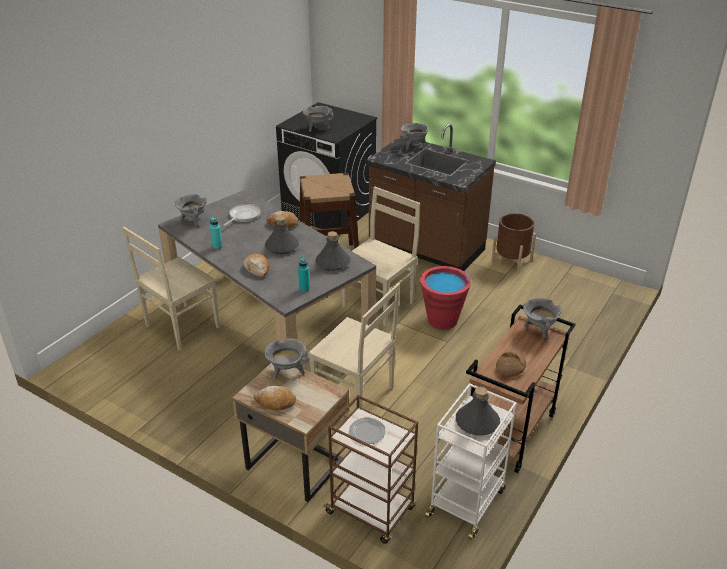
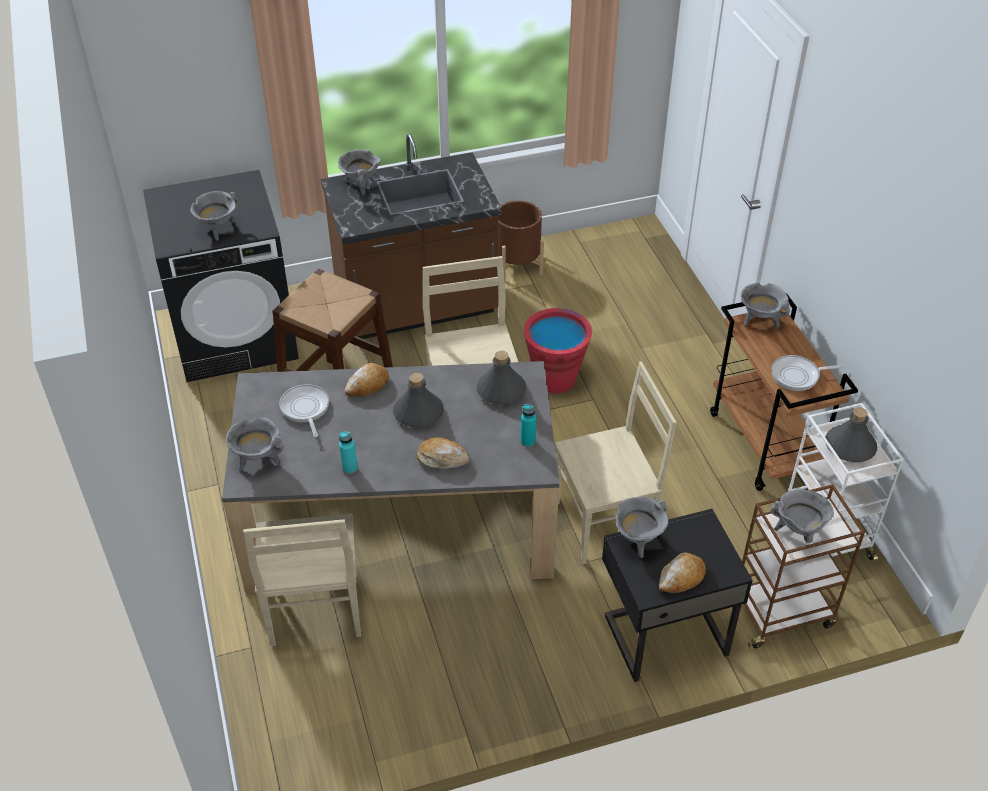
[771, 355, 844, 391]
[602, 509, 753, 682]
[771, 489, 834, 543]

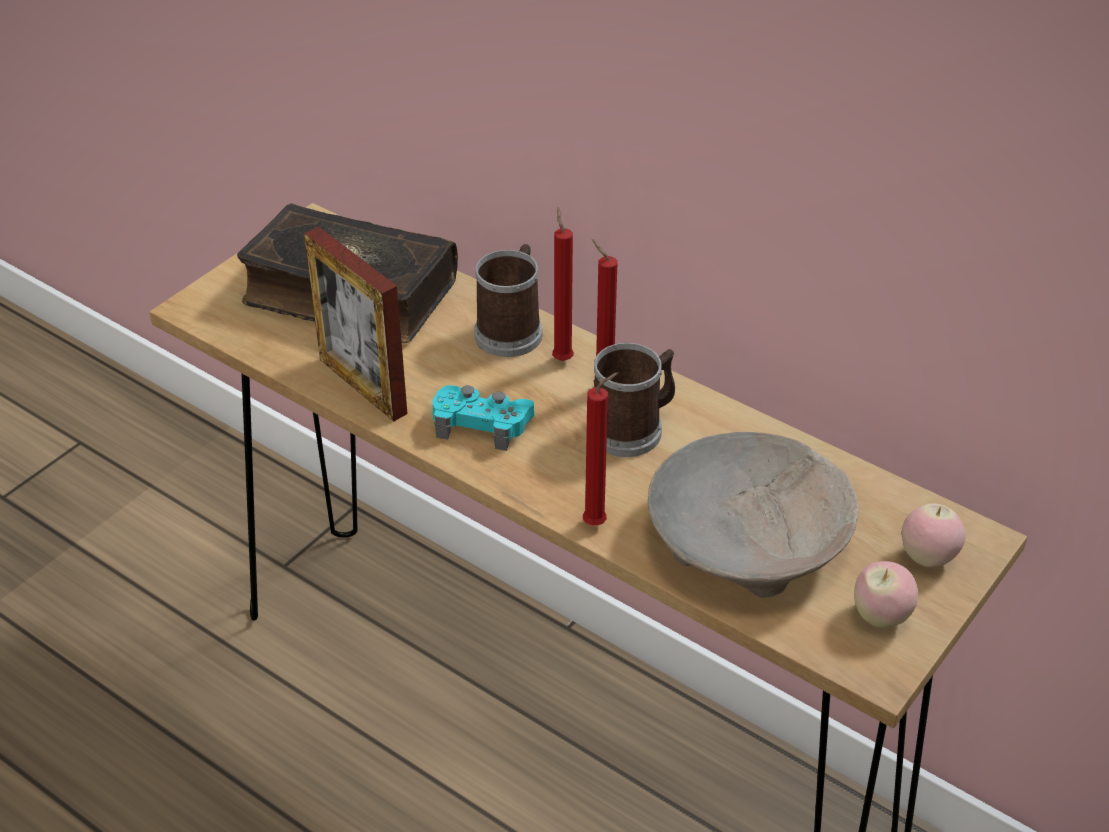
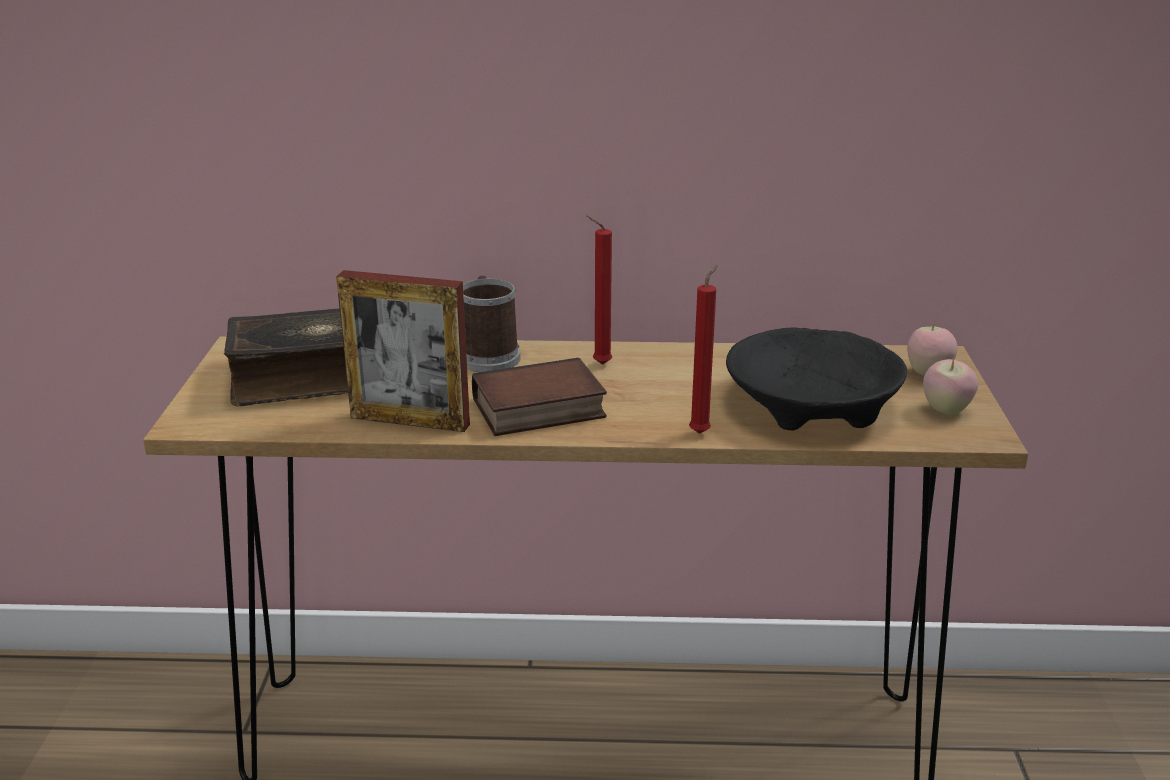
[552, 207, 574, 361] (first image)
[594, 343, 675, 457] (first image)
[472, 358, 607, 436]
[726, 327, 907, 430]

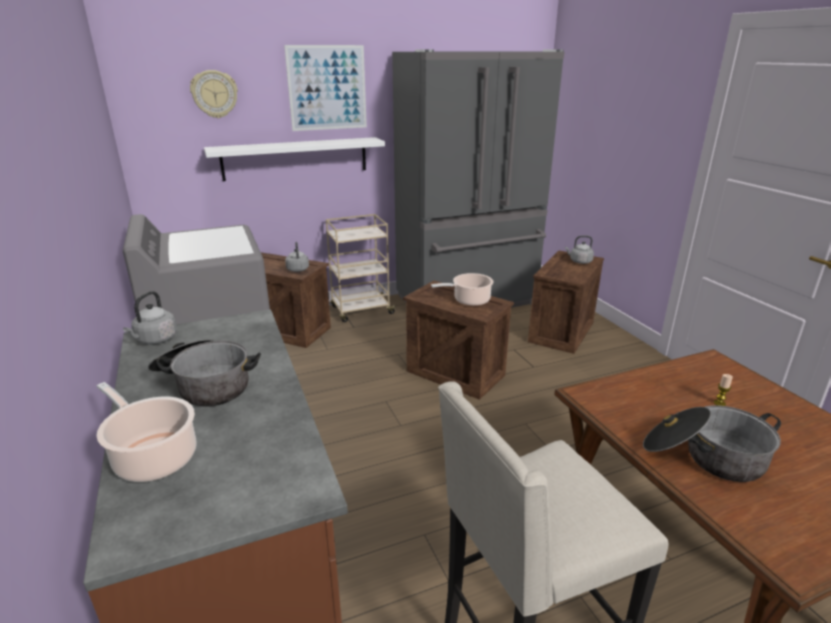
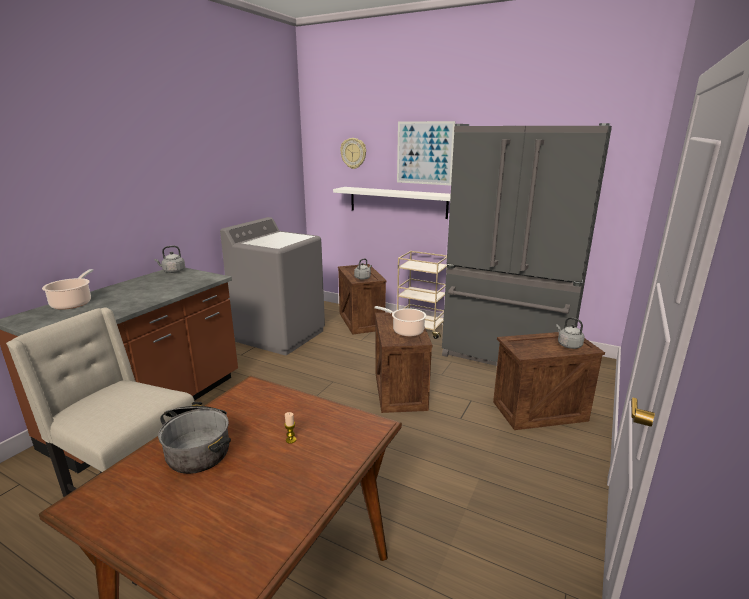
[148, 339, 261, 407] (first image)

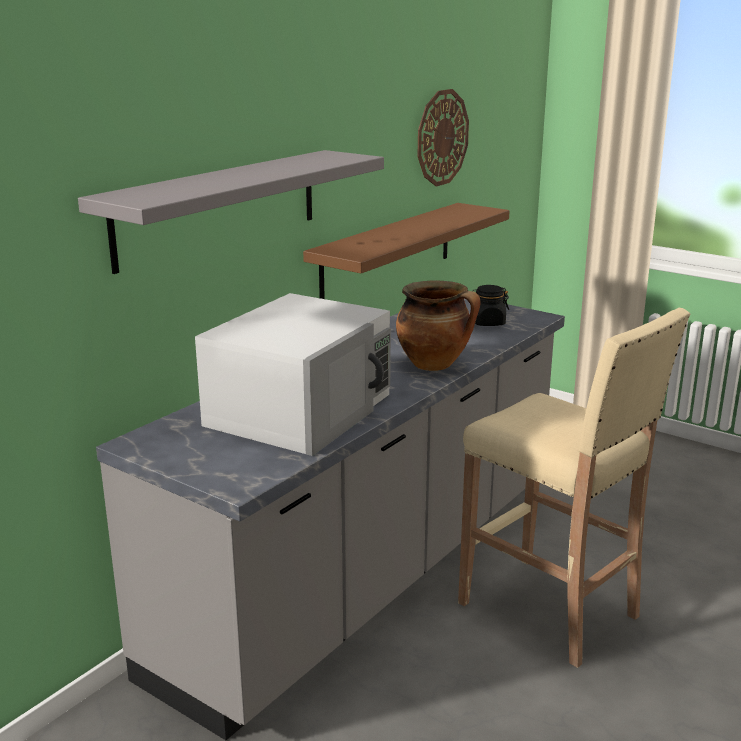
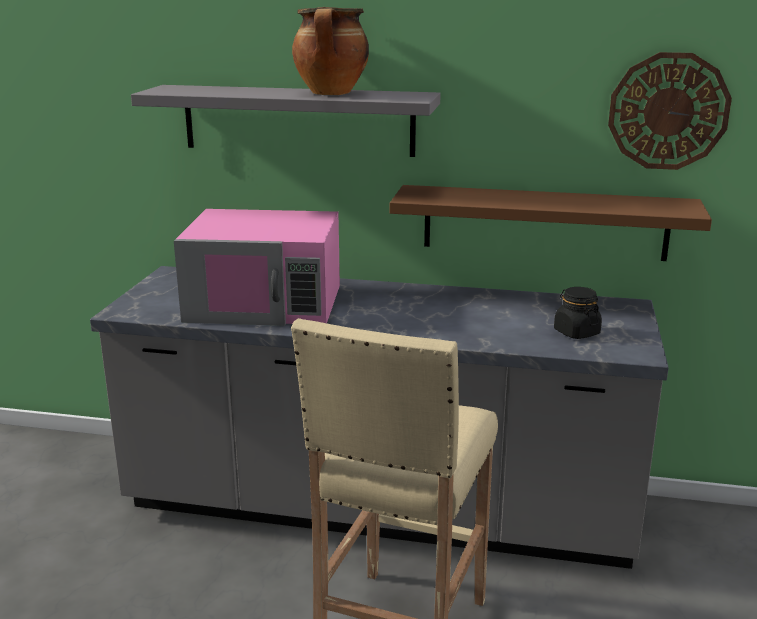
[292, 7, 369, 95]
[174, 209, 340, 326]

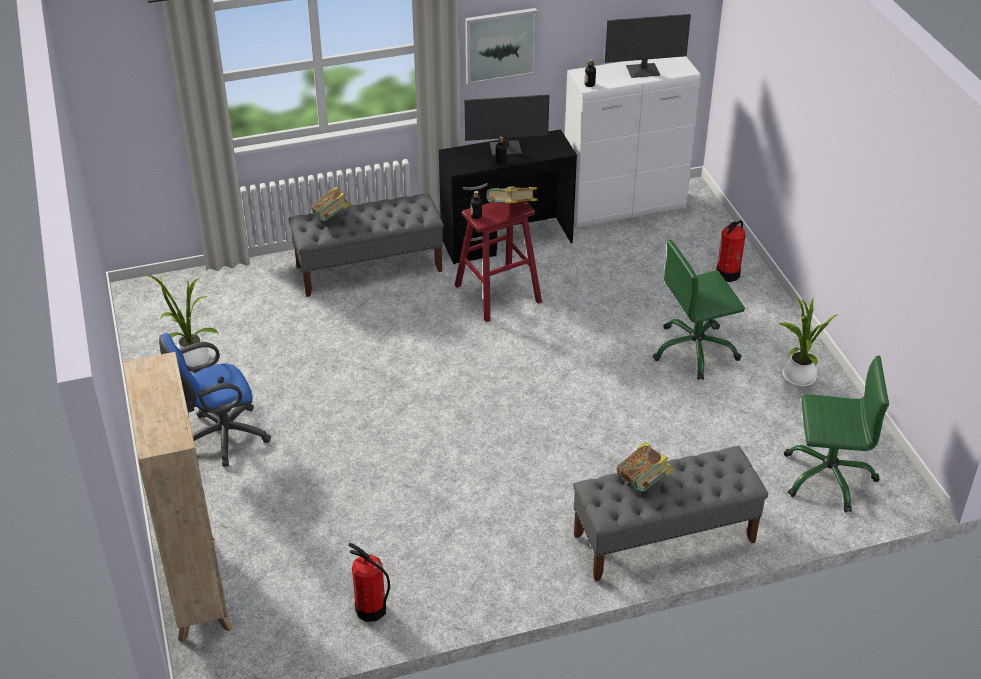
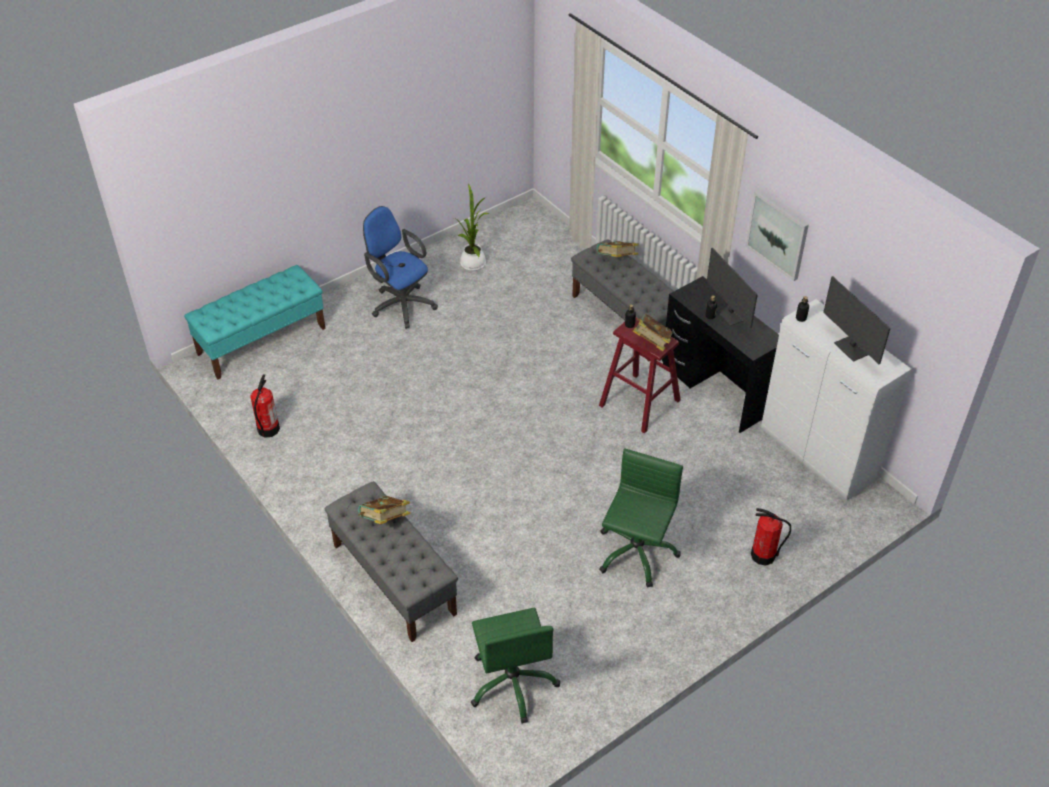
[599, 449, 683, 588]
[779, 295, 839, 387] (first image)
[184, 265, 326, 379]

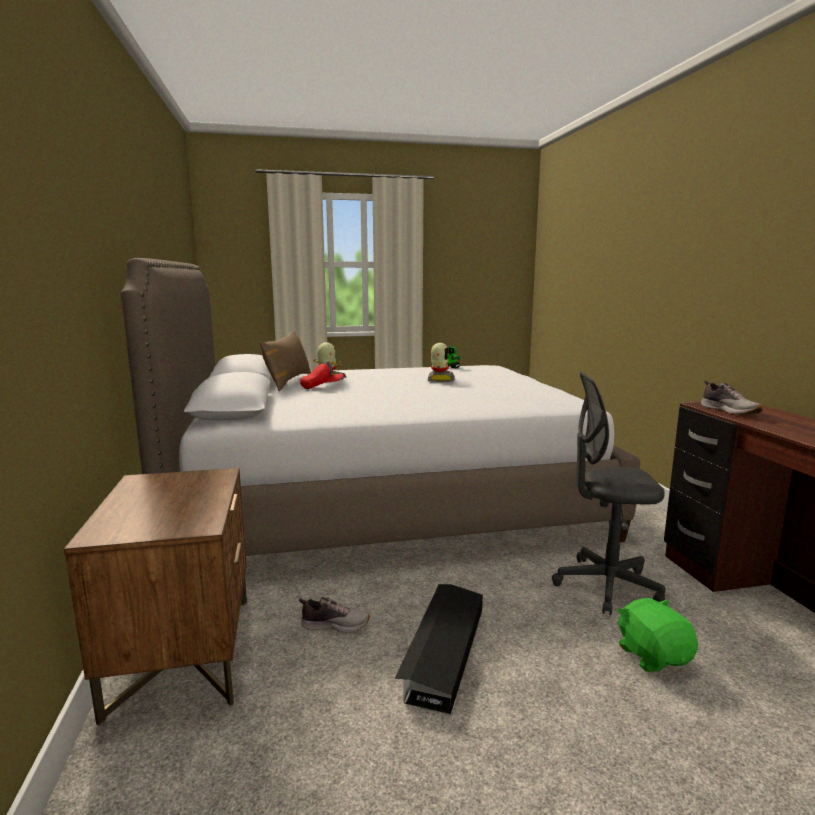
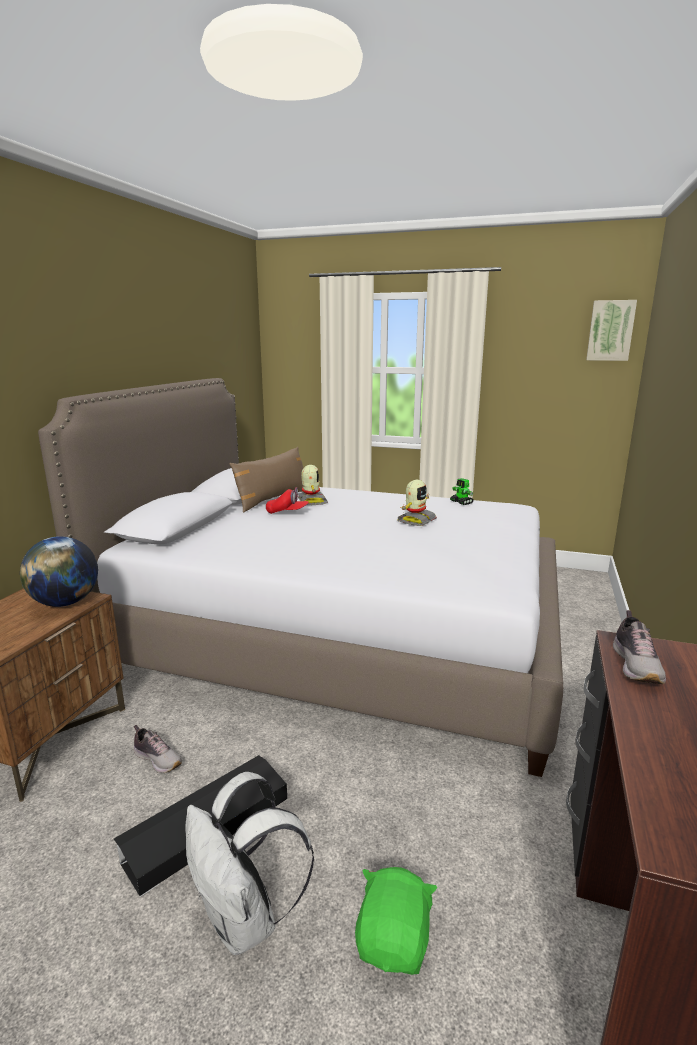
[552, 371, 665, 615] (first image)
[586, 300, 637, 361]
[20, 536, 98, 607]
[185, 772, 314, 955]

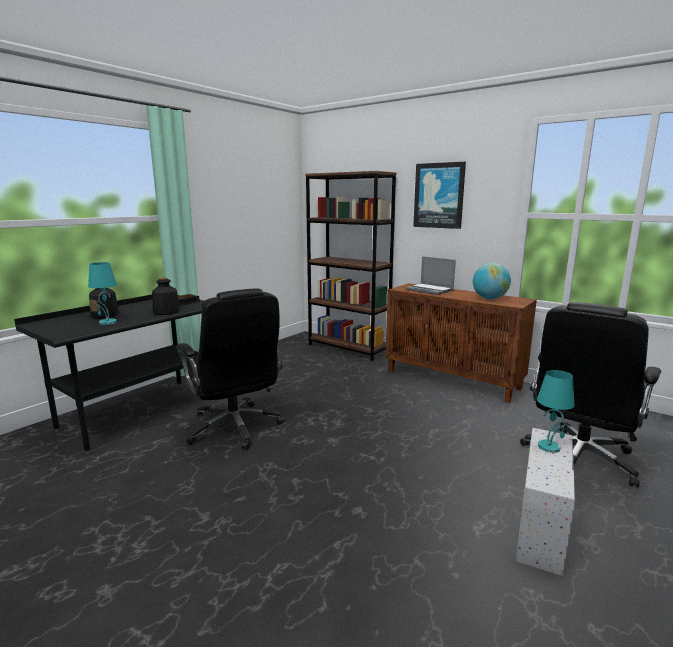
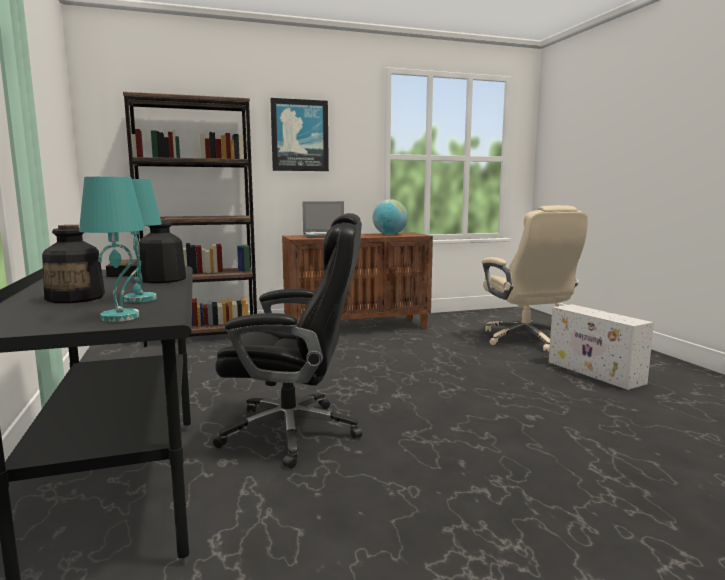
[482, 205, 588, 352]
[79, 177, 145, 322]

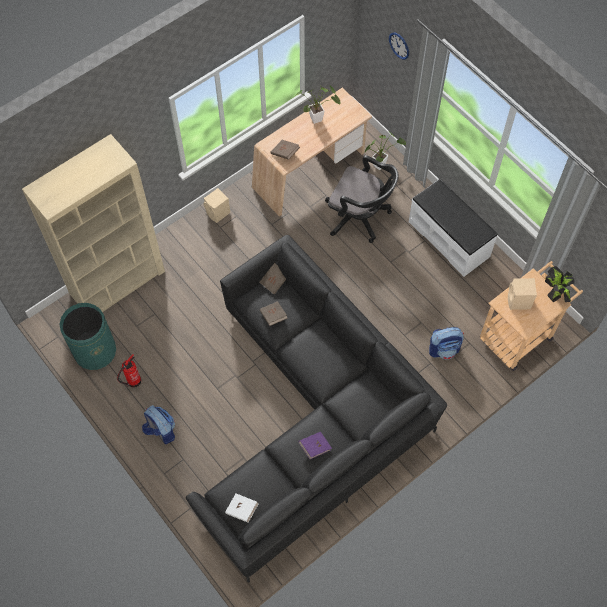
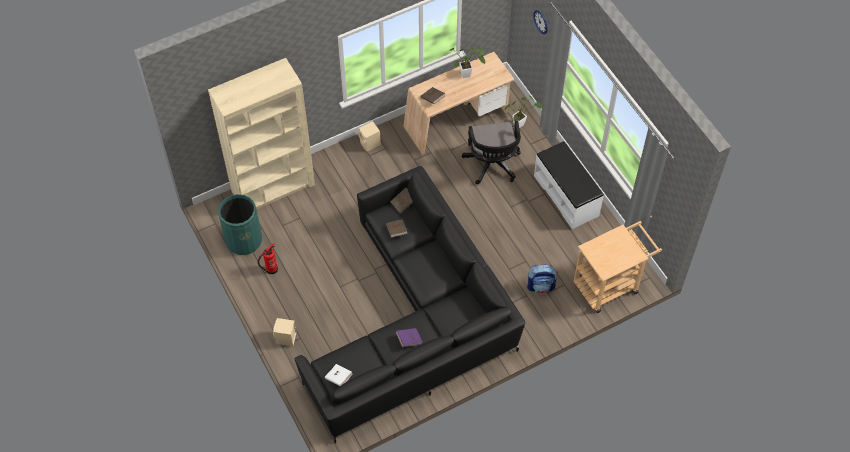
[462, 121, 521, 184]
[545, 266, 575, 303] (first image)
[273, 318, 297, 346]
[142, 405, 175, 444] (first image)

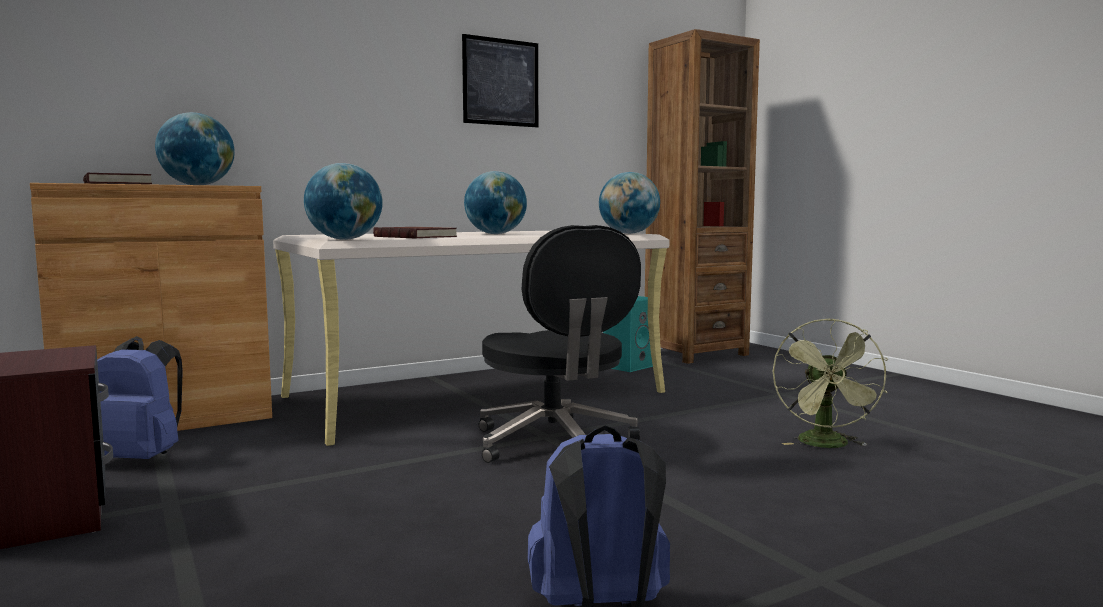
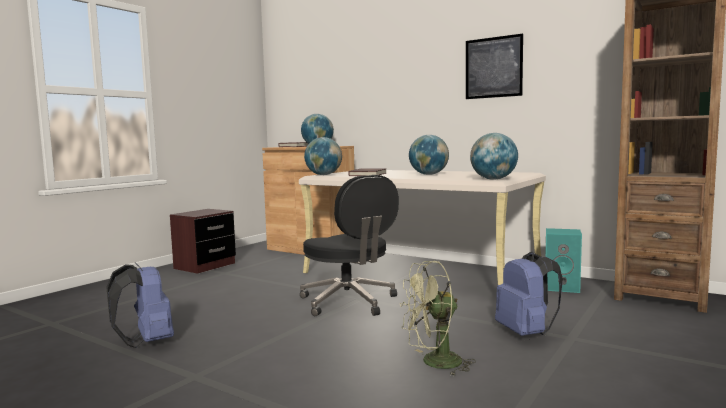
[300, 175, 399, 316]
[495, 251, 563, 336]

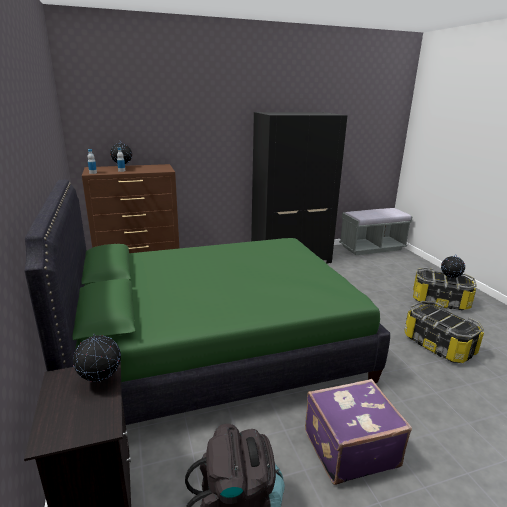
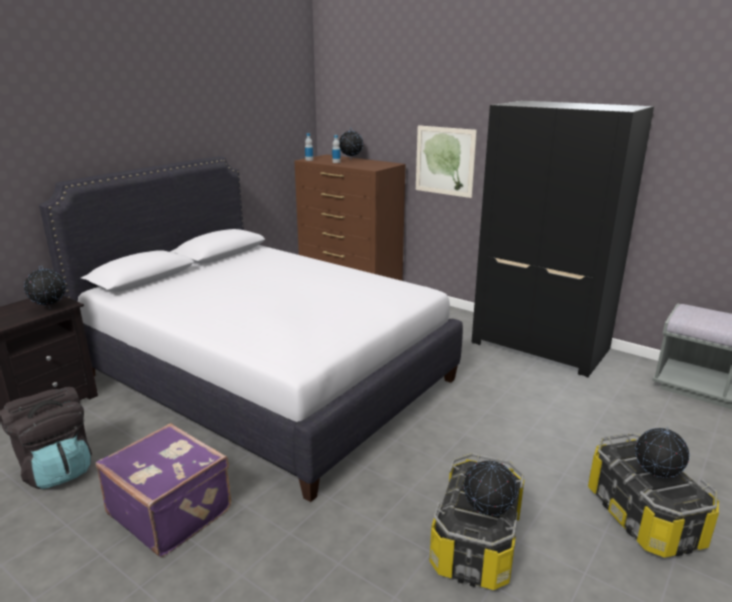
[39, 156, 463, 502]
[416, 125, 477, 198]
[464, 460, 517, 516]

